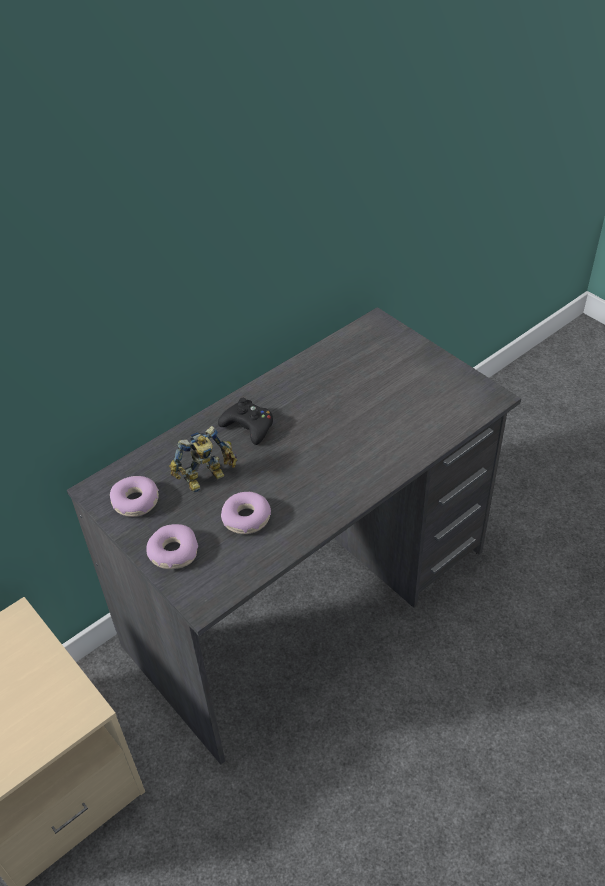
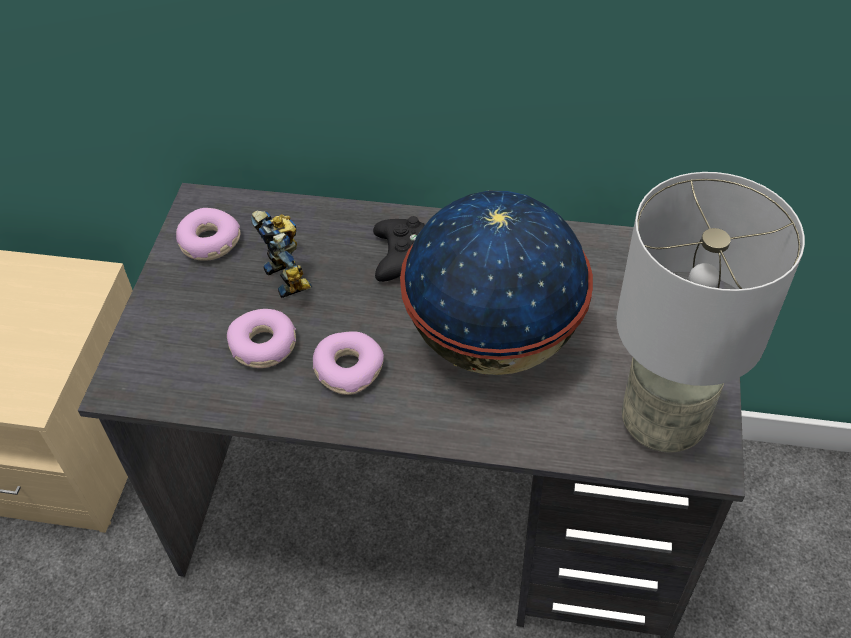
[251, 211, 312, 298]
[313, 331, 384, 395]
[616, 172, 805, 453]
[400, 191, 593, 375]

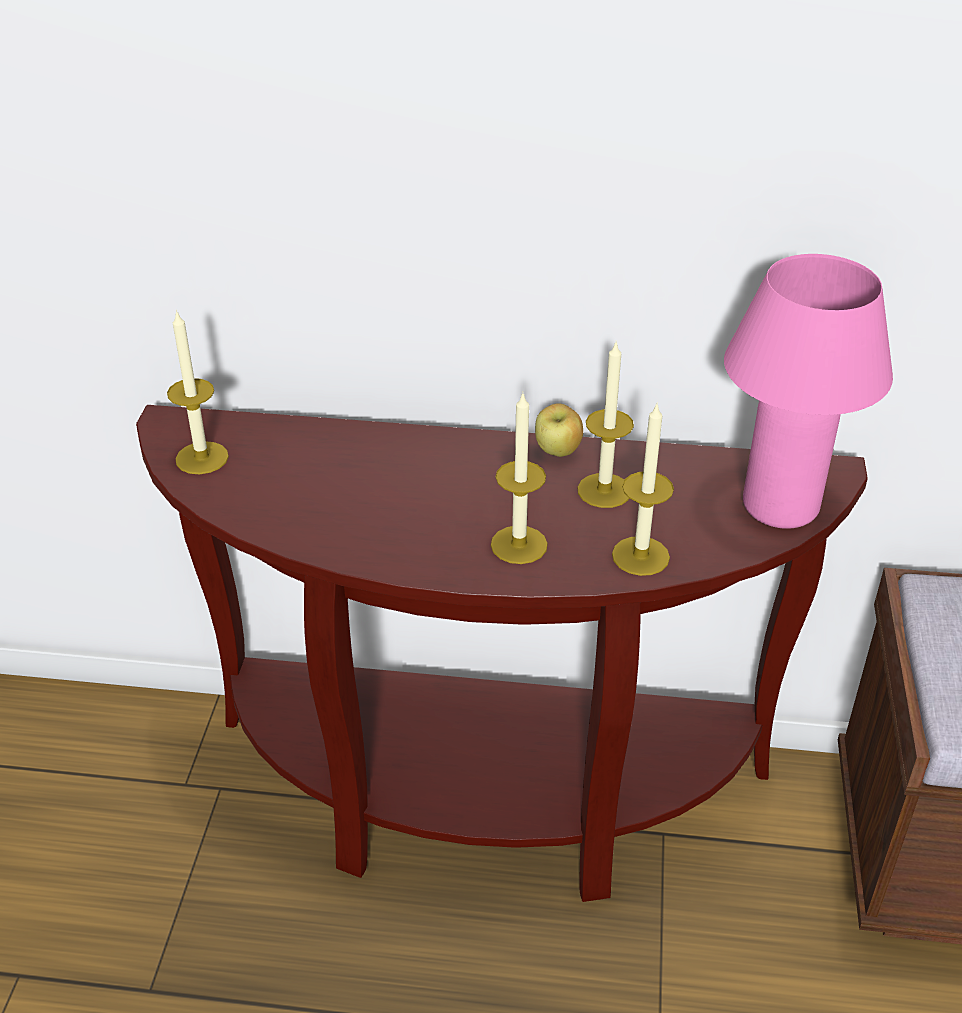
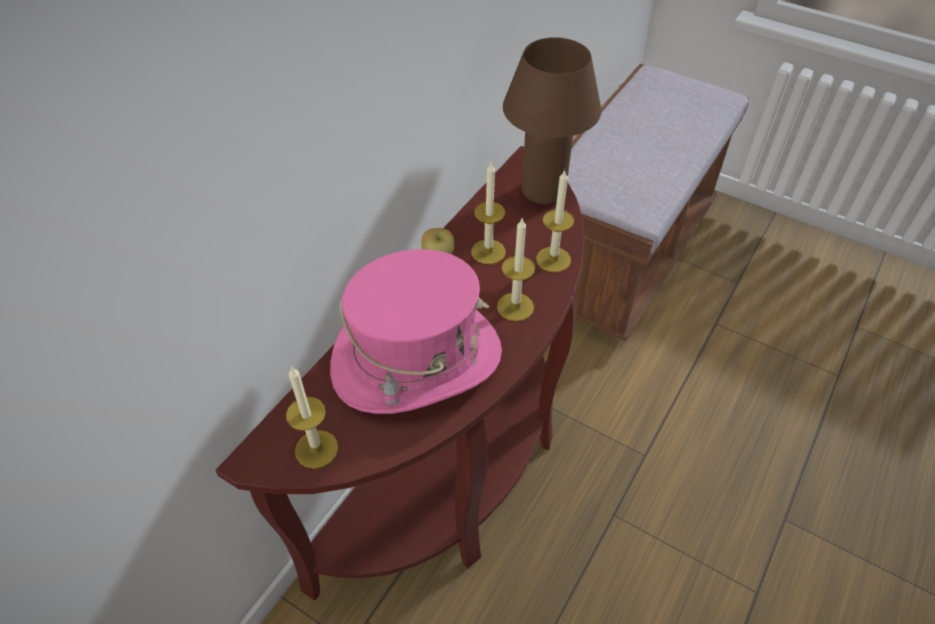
[503, 37, 601, 204]
[330, 249, 502, 414]

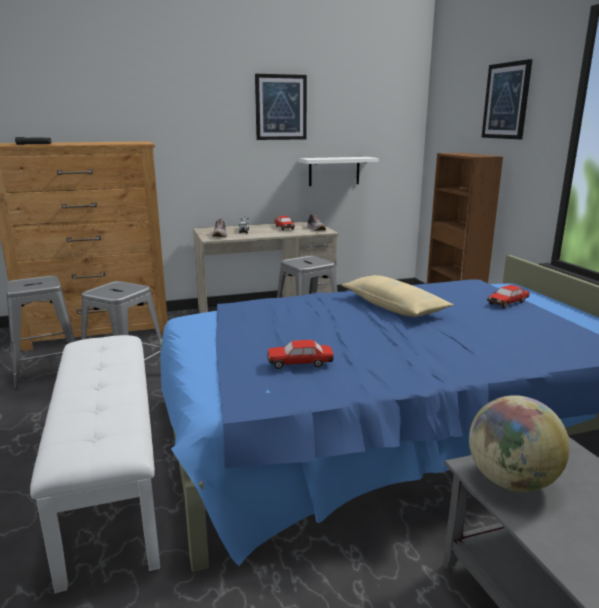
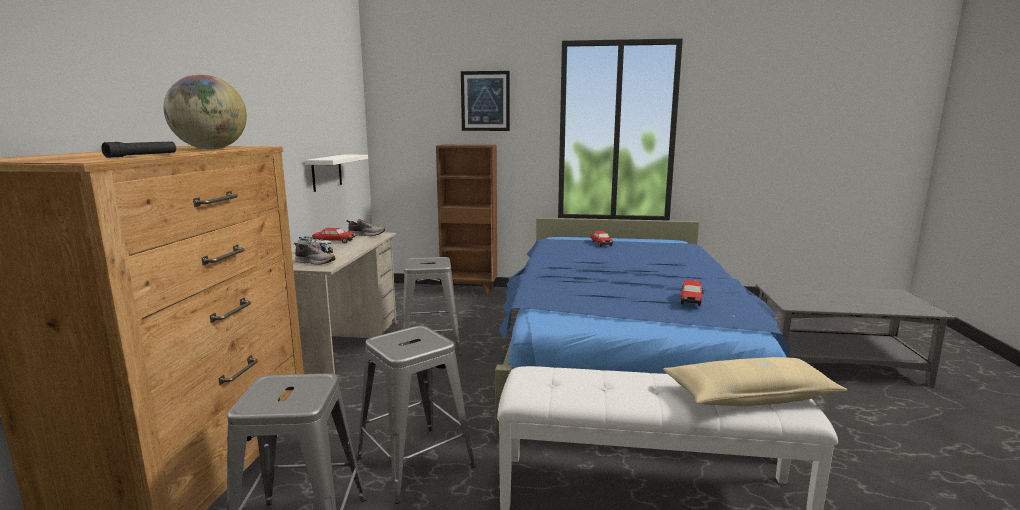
[255, 74, 307, 140] (first image)
[663, 357, 847, 406]
[163, 74, 247, 149]

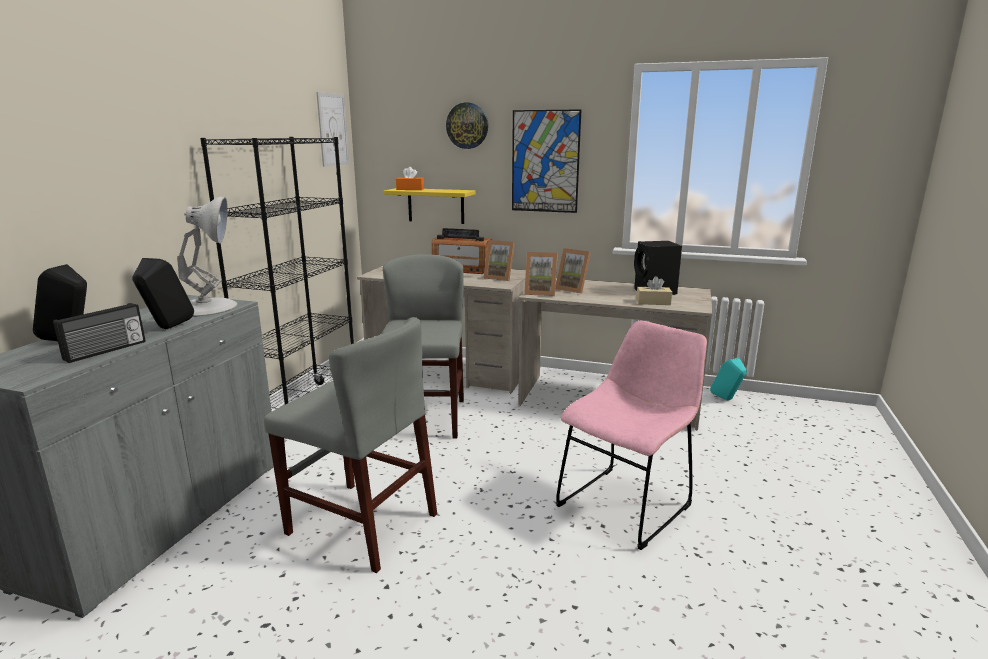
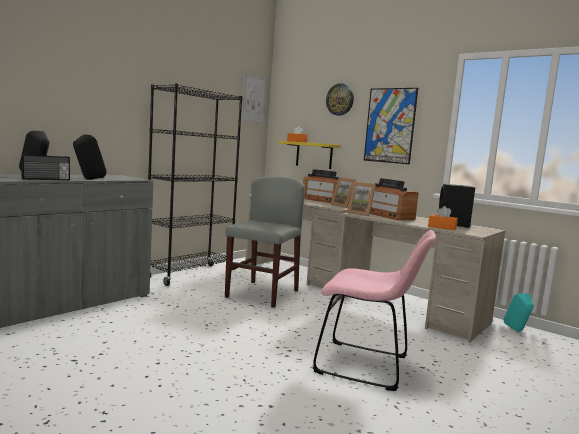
[177, 197, 237, 316] (first image)
[370, 178, 419, 220]
[428, 206, 458, 230]
[264, 317, 437, 573] (first image)
[313, 230, 436, 391]

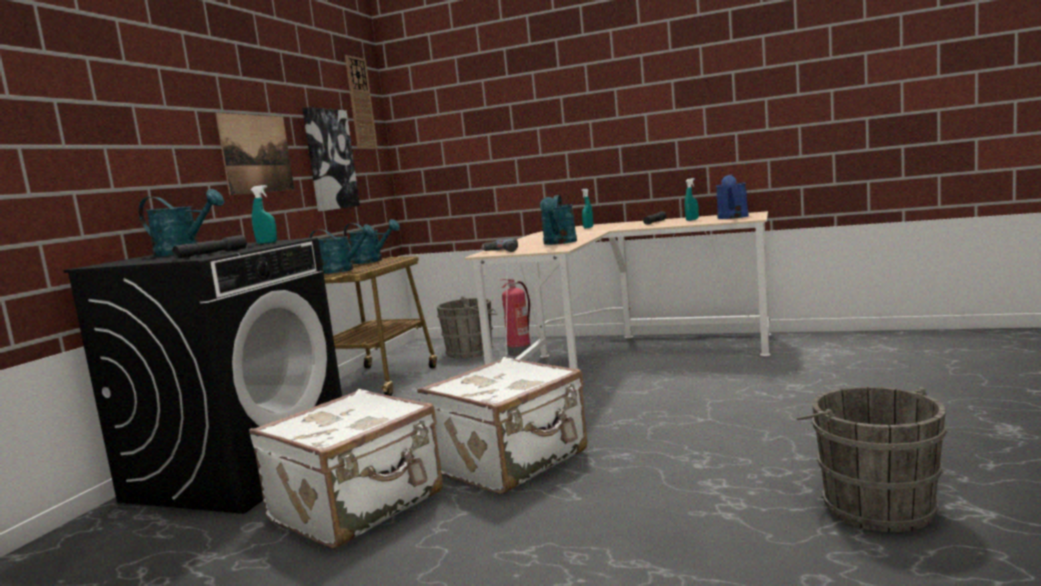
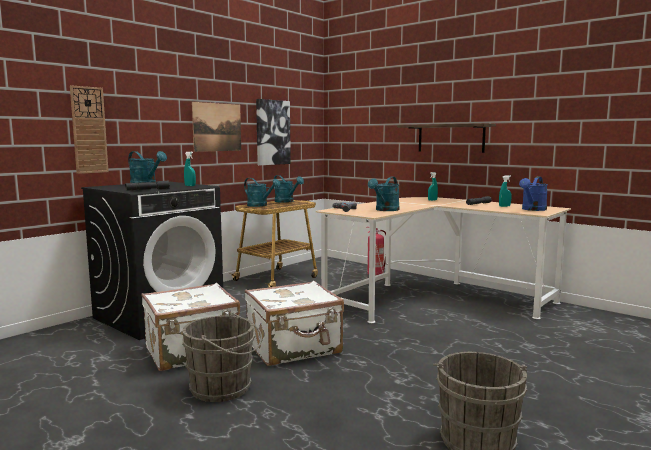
[70, 85, 109, 174]
[182, 312, 262, 402]
[397, 123, 496, 153]

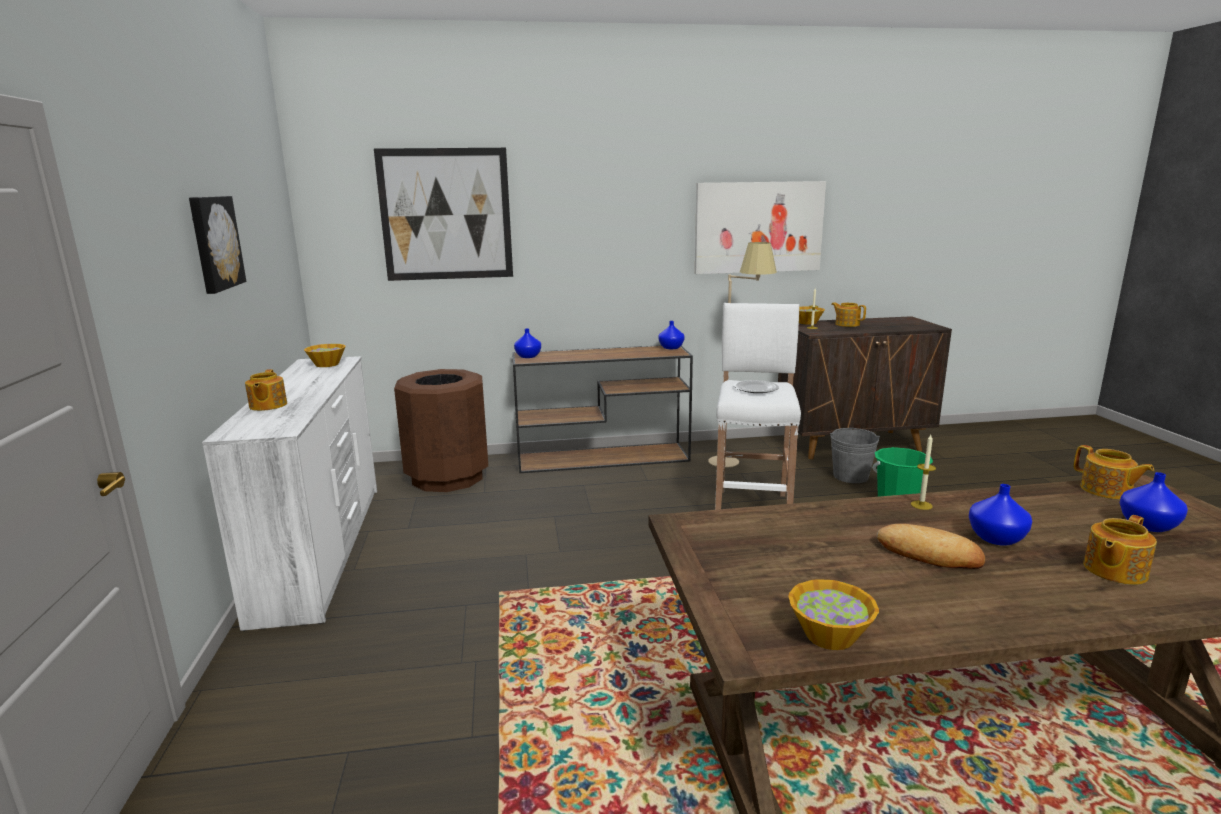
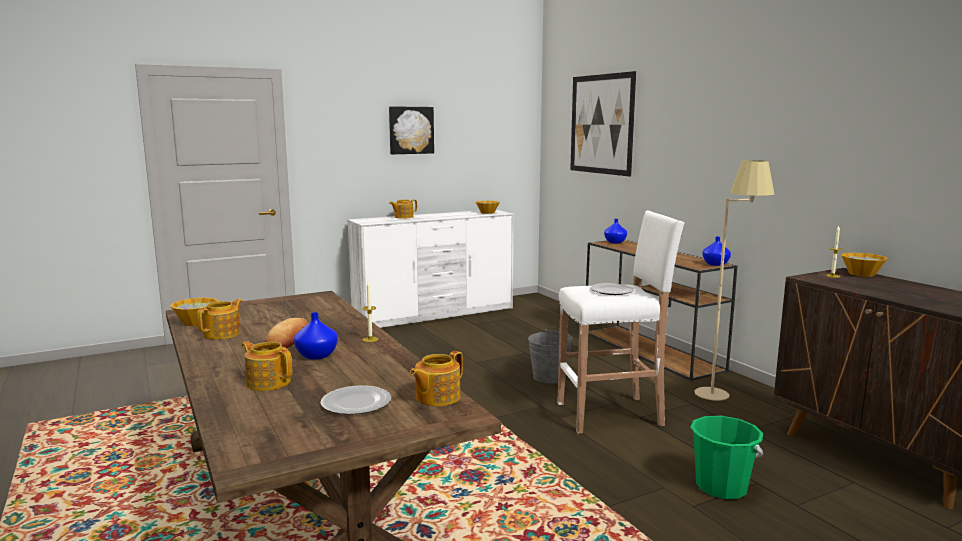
[695, 181, 826, 274] (first image)
[197, 299, 242, 340]
[394, 369, 488, 492] (first image)
[528, 329, 573, 384]
[320, 385, 391, 415]

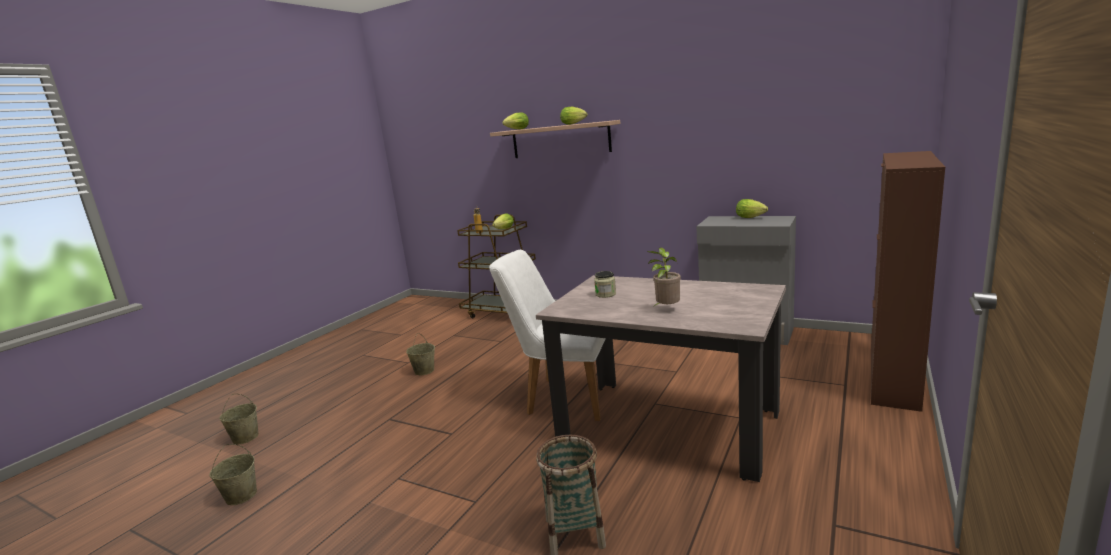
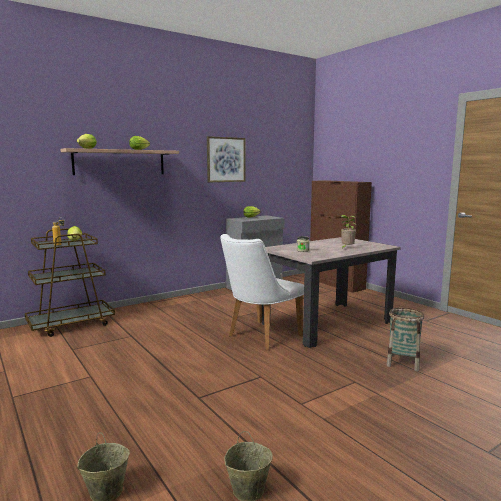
[406, 333, 435, 375] (first image)
[207, 136, 245, 182]

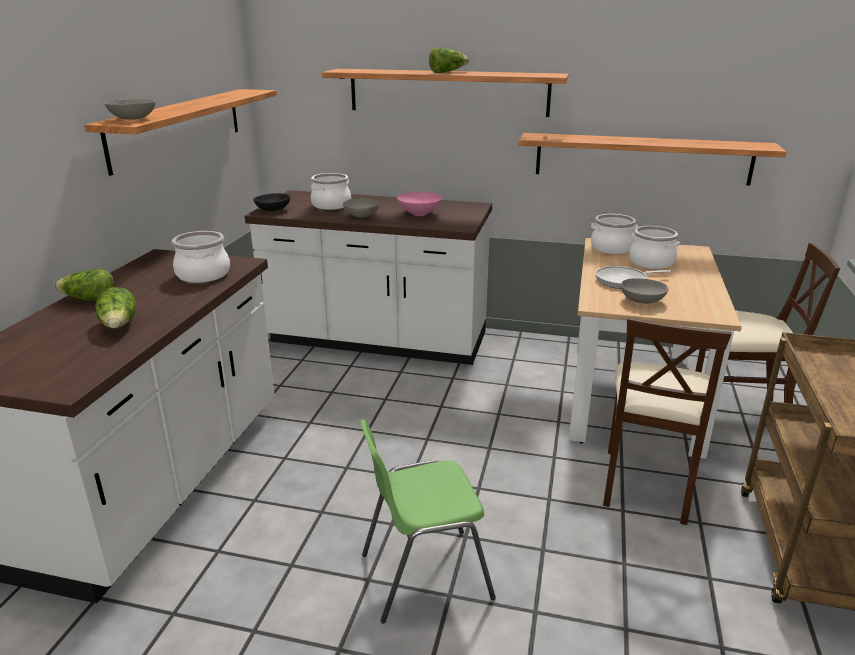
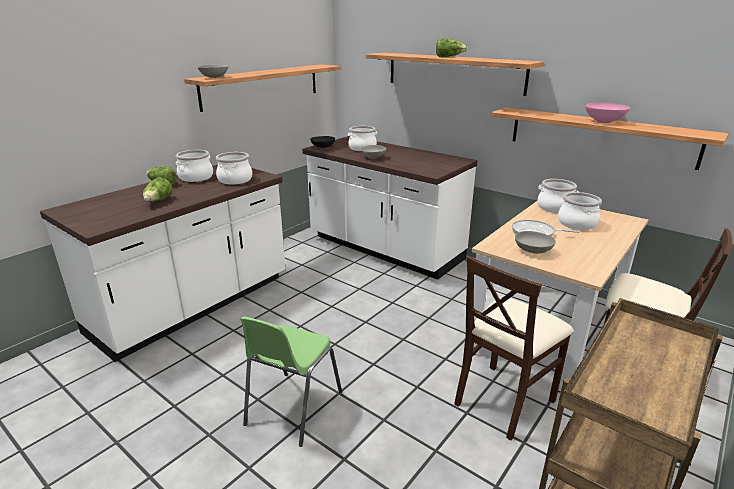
[585, 103, 630, 123]
[240, 316, 342, 447]
[176, 150, 213, 182]

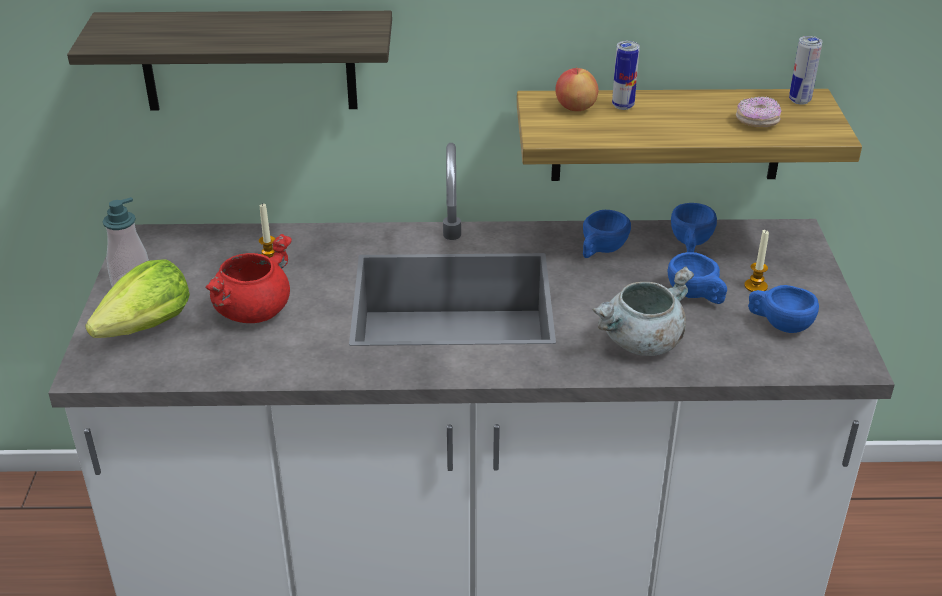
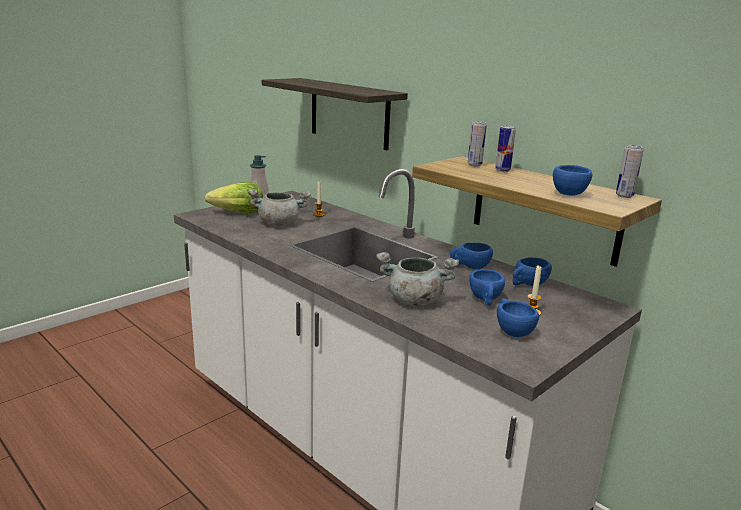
[468, 121, 487, 166]
[553, 165, 592, 196]
[248, 189, 311, 226]

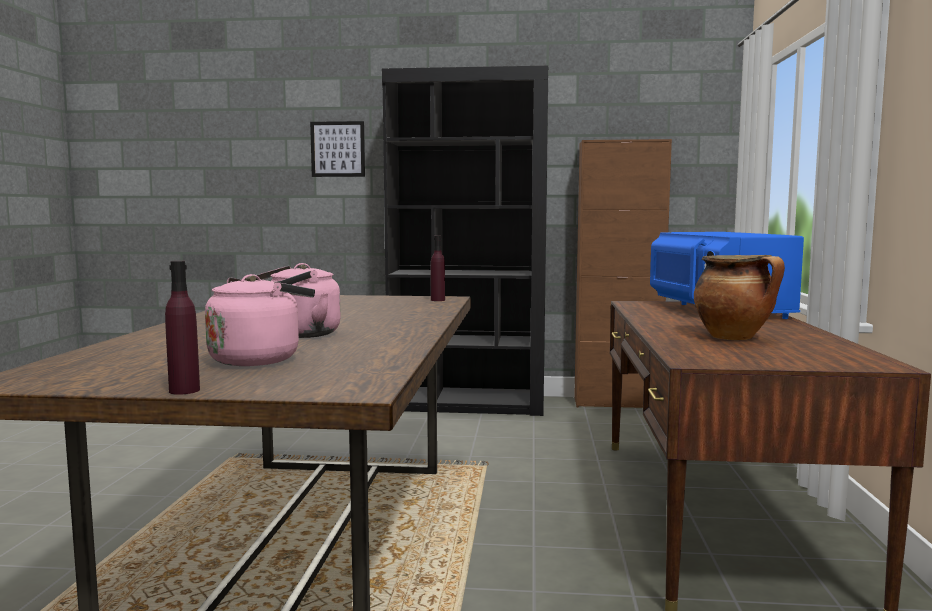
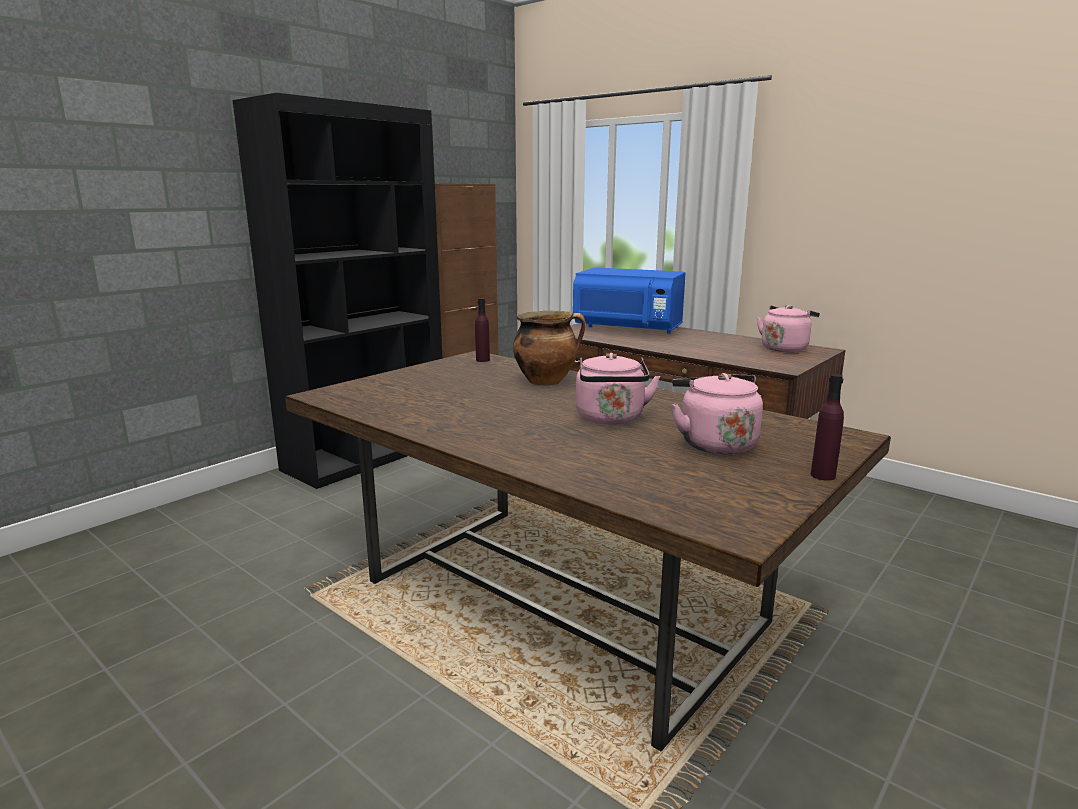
[310, 121, 365, 177] (first image)
[513, 311, 586, 386]
[757, 305, 820, 352]

